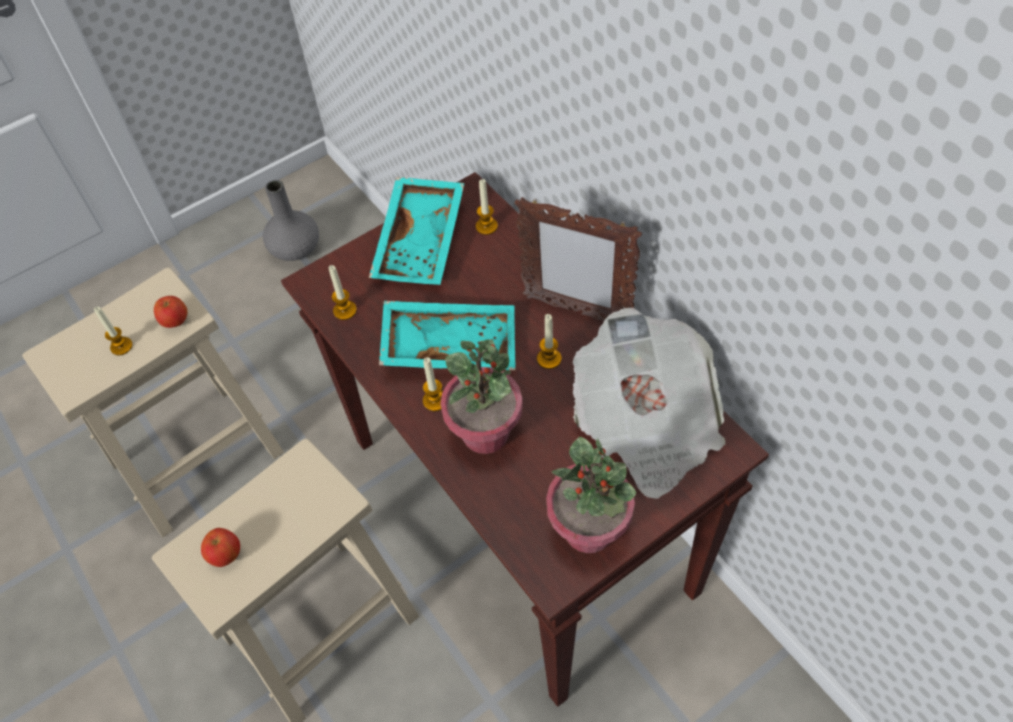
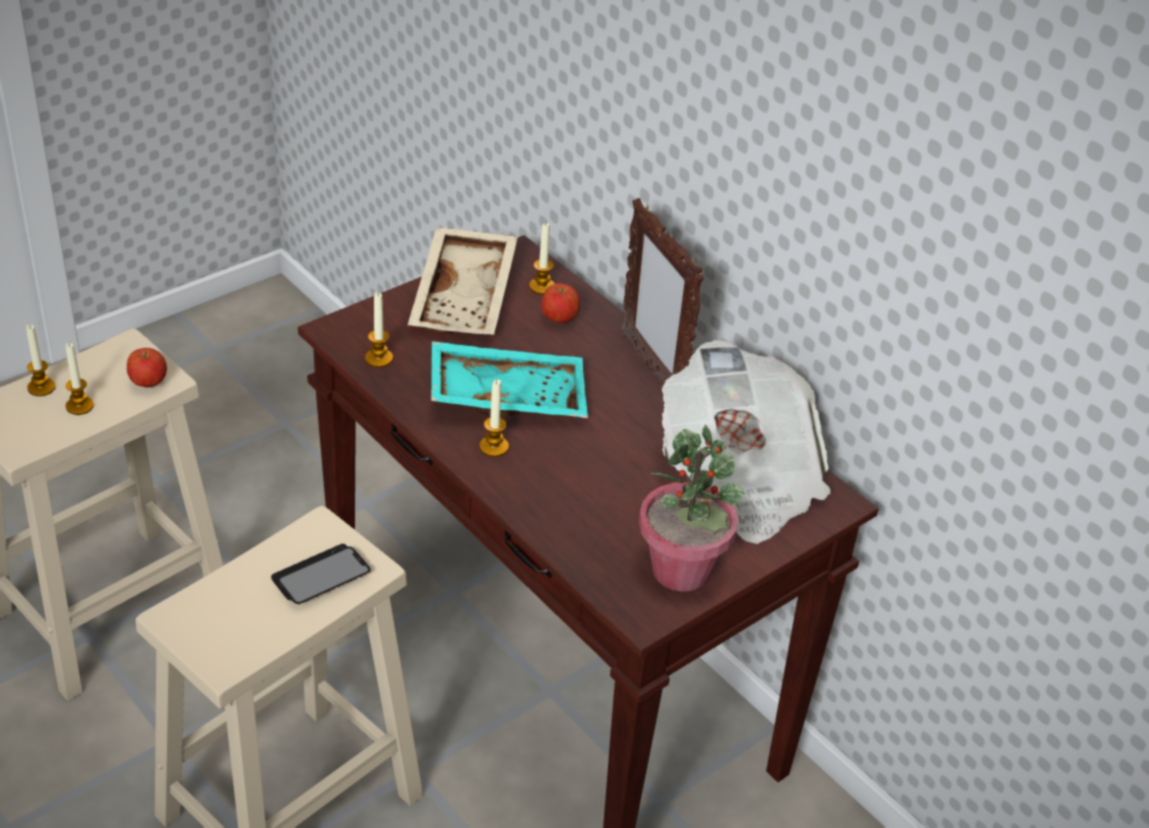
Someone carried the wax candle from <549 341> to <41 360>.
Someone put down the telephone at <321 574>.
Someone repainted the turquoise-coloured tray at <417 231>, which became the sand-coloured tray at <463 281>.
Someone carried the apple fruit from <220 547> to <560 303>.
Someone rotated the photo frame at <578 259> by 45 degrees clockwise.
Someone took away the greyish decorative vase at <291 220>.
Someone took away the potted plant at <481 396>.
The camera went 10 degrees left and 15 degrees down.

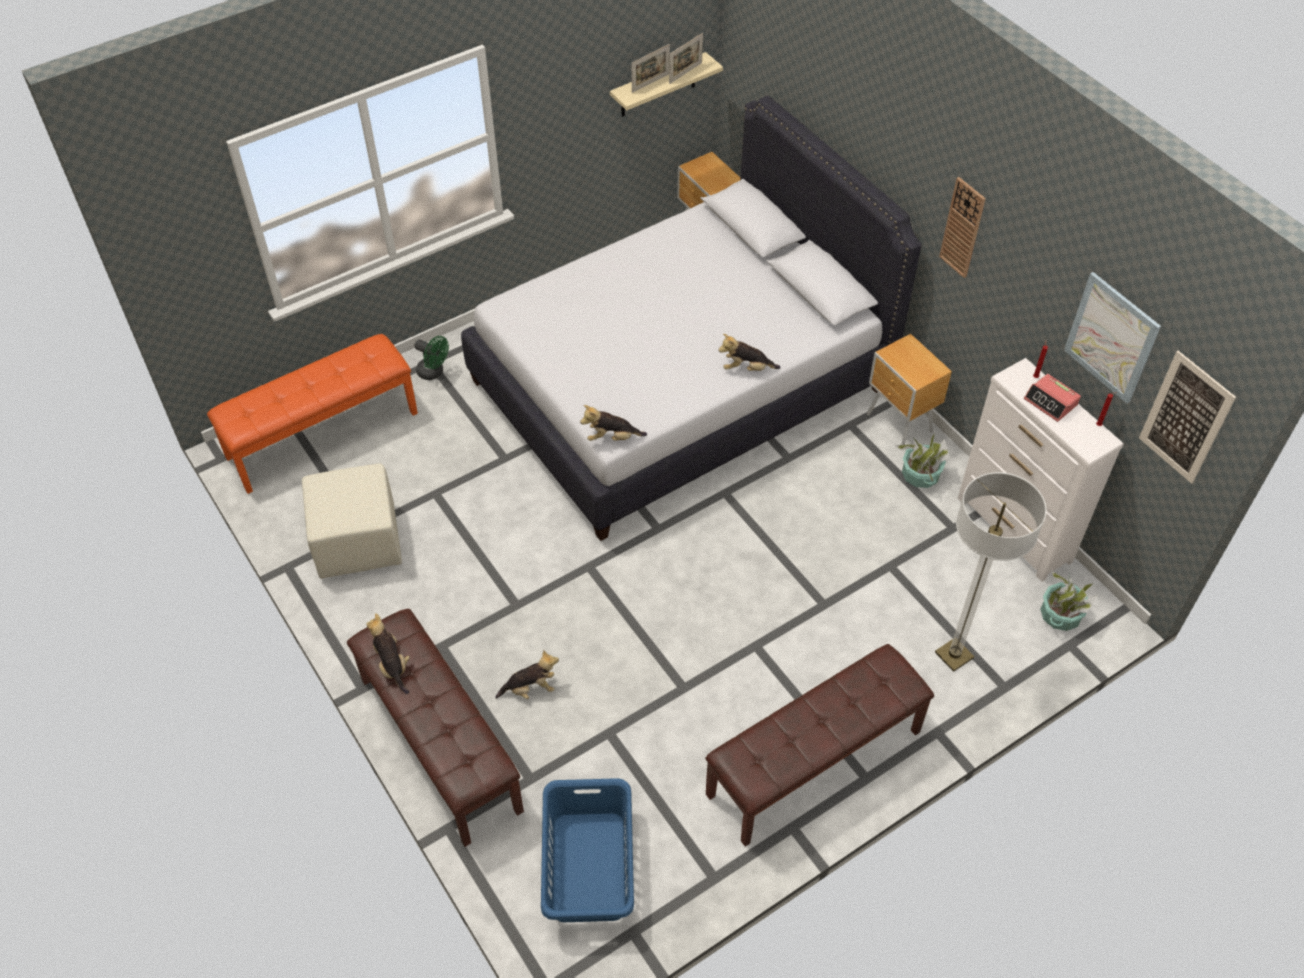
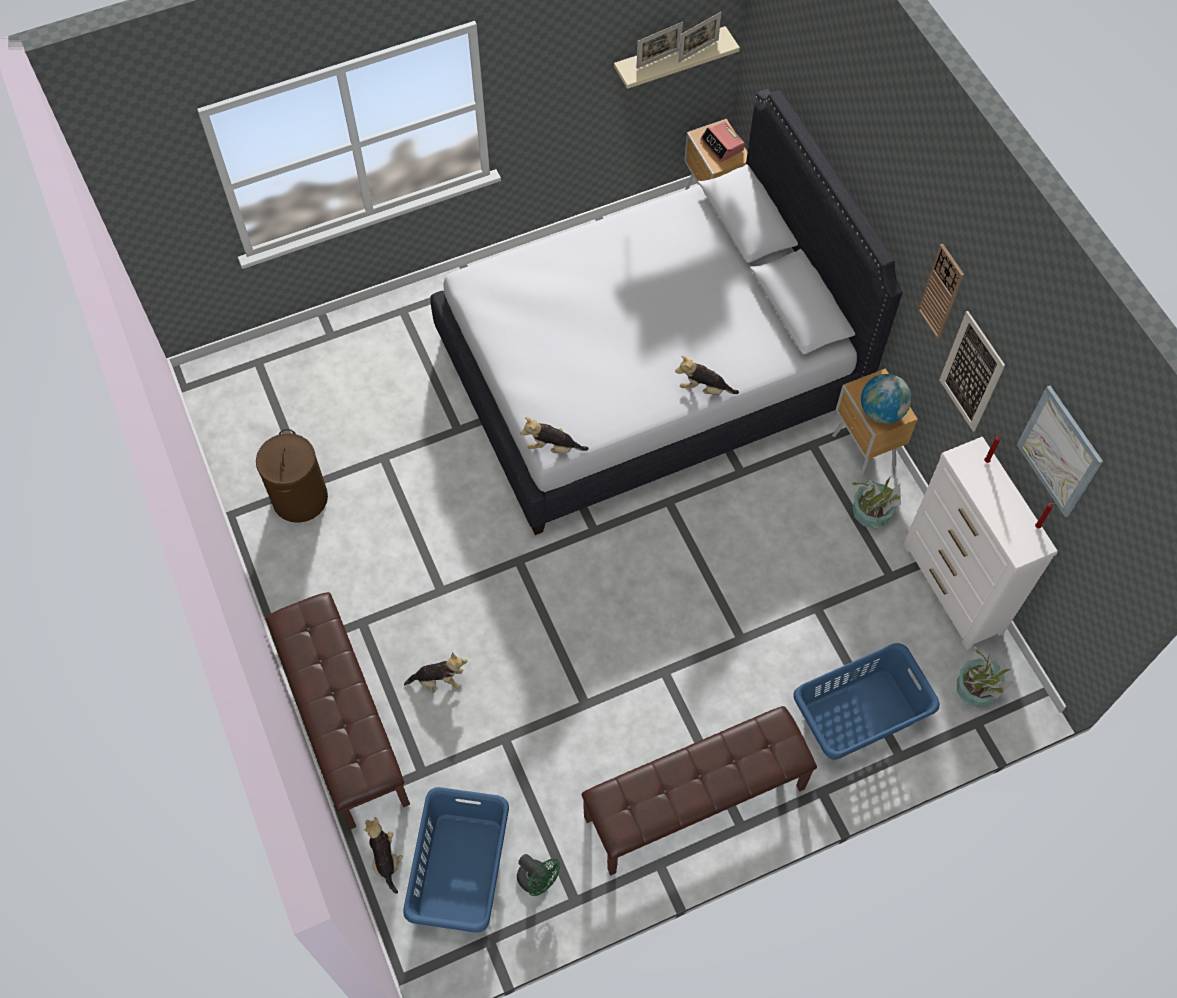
Someone swapped the sand-coloured ottoman at <352 521> for the brown-coloured laundry basket at <292 476>.
Someone carried the cuddly toy from <388 653> to <383 855>.
Someone carried the green-coloured cooling fan from <432 358> to <538 875>.
Someone carried the bedside clock from <1052 398> to <722 141>.
Someone swapped the standard lamp at <991 572> for the bluish laundry basket at <866 701>.
Someone put down the desk globe at <886 399>.
Someone carried the wall art from <1187 417> to <972 371>.
Someone took away the orangey long seat at <312 414>.
The camera went 10 degrees right and 10 degrees up.

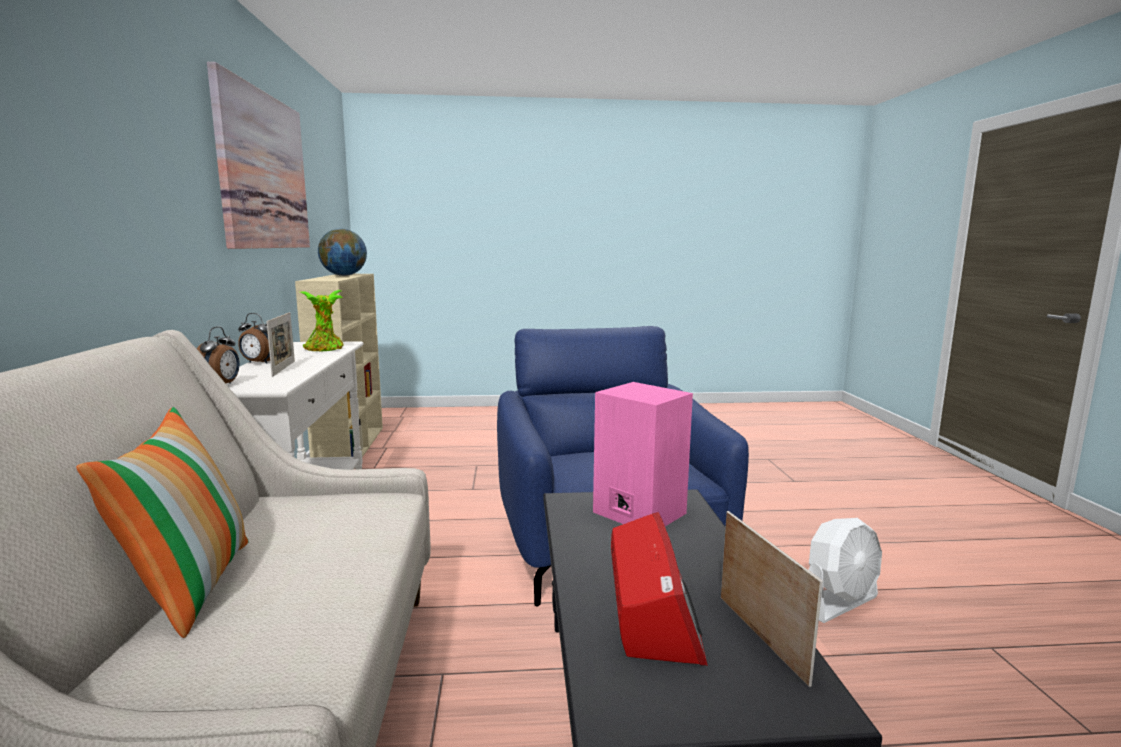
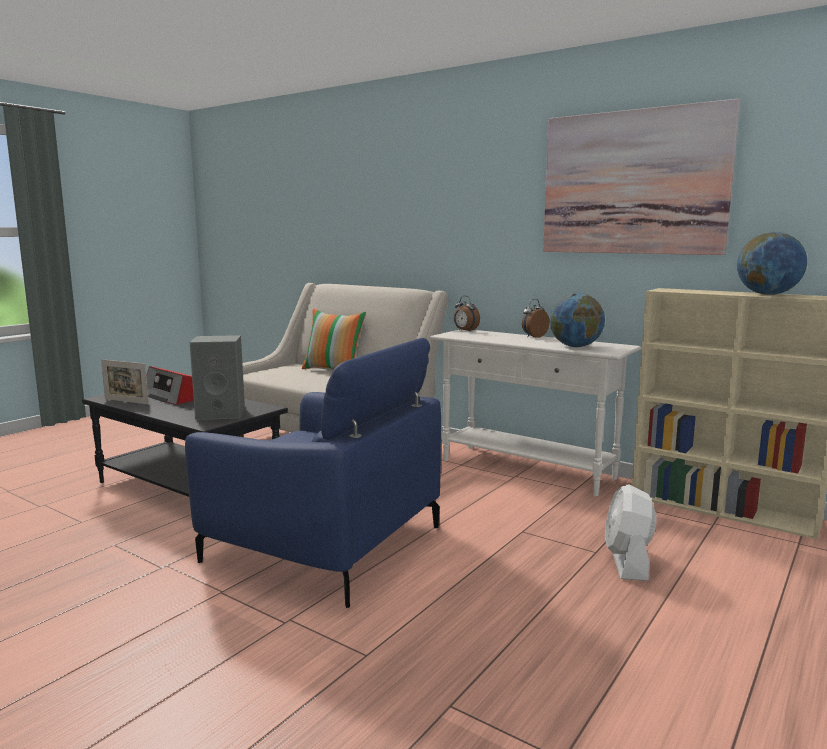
Someone repainted the pink speaker at <643 454>, which became the greyish speaker at <217 377>.
Someone swapped the potted plant at <321 320> for the desk globe at <577 320>.
Someone carried the white-coloured cooling fan from <845 570> to <630 532>.
Someone took away the photo frame at <280 344>.
The camera went 130 degrees right and 0 degrees up.

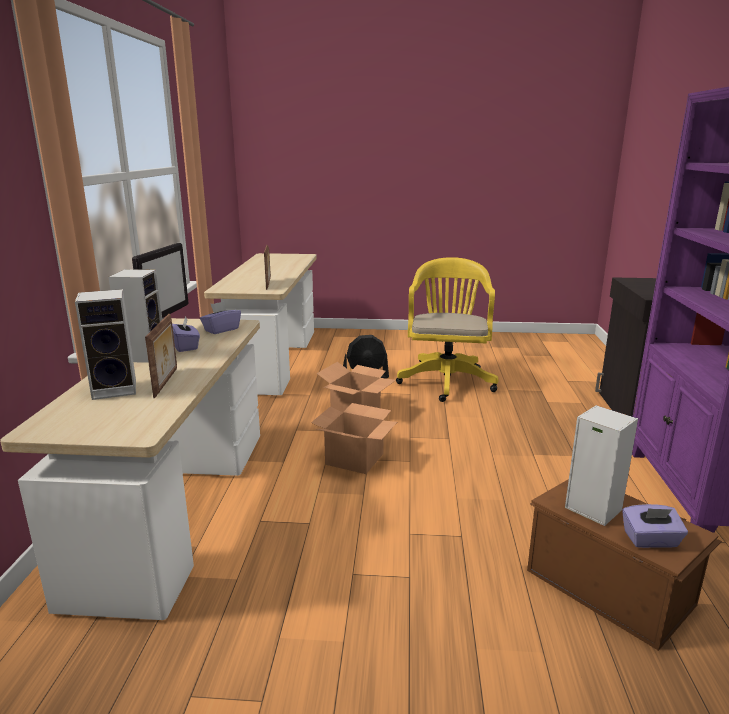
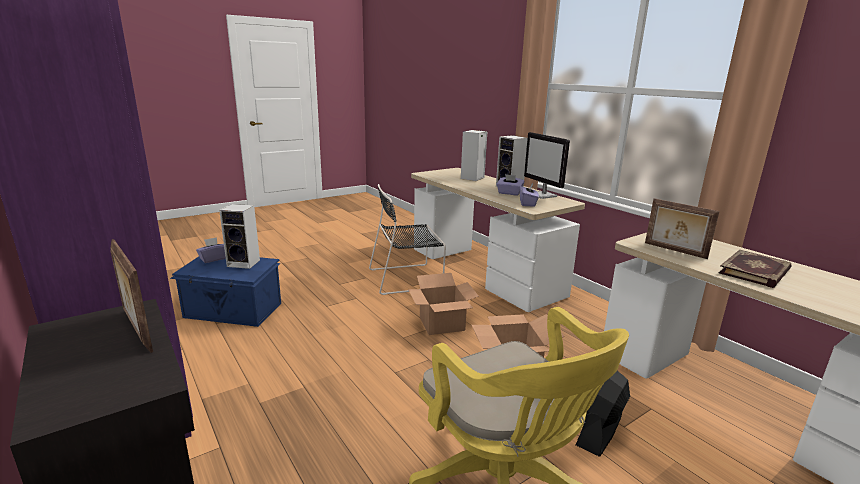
Someone carried the photo frame from <161 356> to <131 296>.
Someone repainted the brown-coloured storage container at <624 565>, which became the bluish storage container at <225 292>.
Someone put down the blackish chair at <407 239>.
Someone put down the bound book at <755 269>.
The camera went 140 degrees right and 0 degrees up.

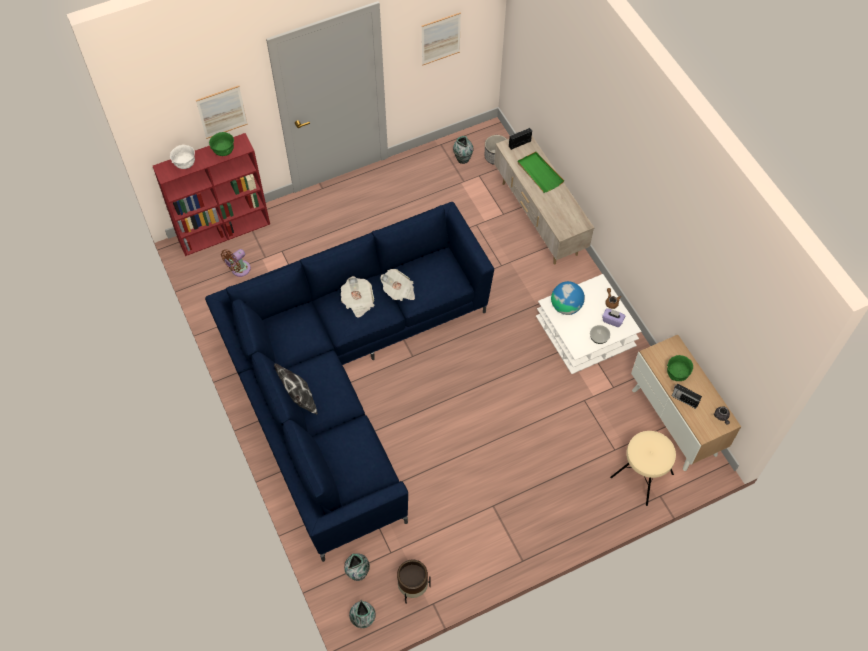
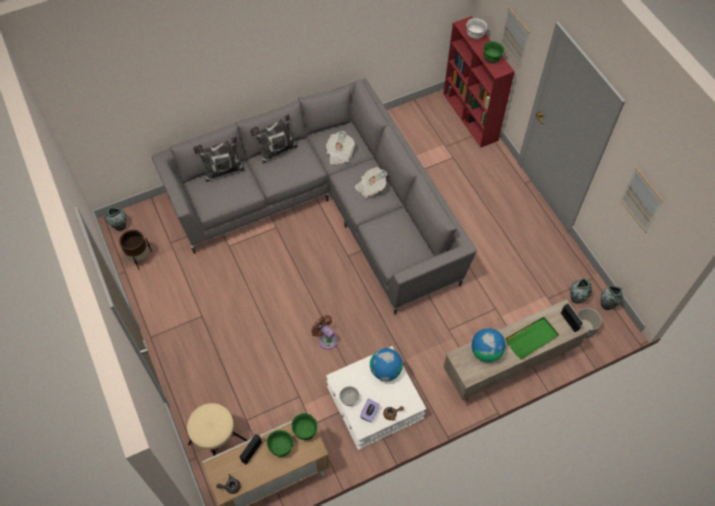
Someone repainted the bluish couch at <349 382>, which became the greyish couch at <314 197>.
Someone put down the cushion at <219 159>.
Someone put down the green-coloured bowl at <304 426>.
Someone carried the brown-coloured cooling fan from <236 263> to <324 332>.
Someone carried the printed paper from <398 285> to <340 148>.
Someone put down the desk globe at <488 345>.
Someone carried the decorative vase from <357 567> to <612 297>.
The camera went 90 degrees right and 0 degrees up.

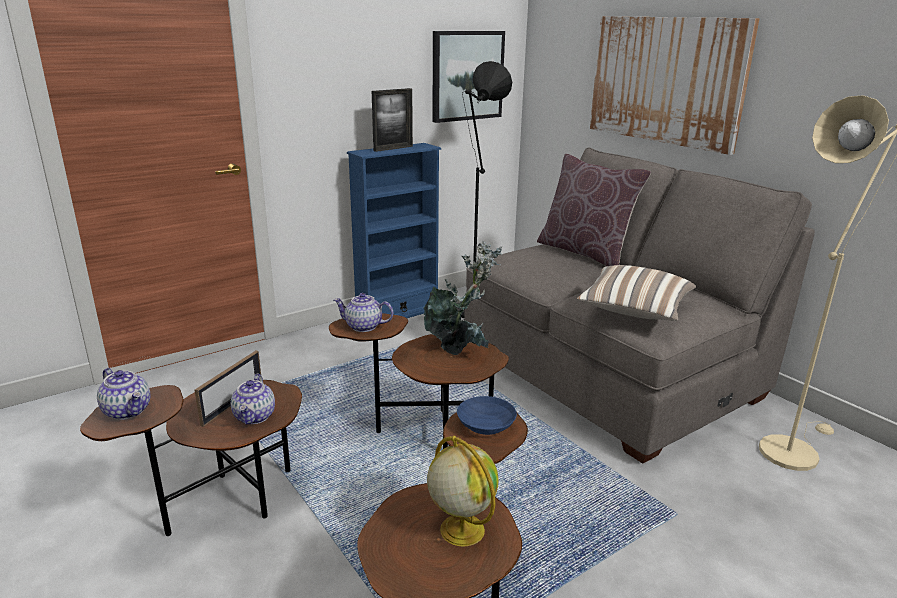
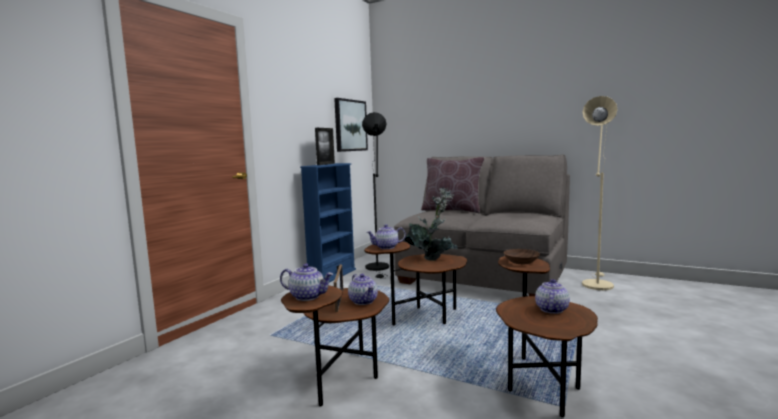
Someone repainted the bluish bowl at <487 415>, which became the brown-coloured bowl at <521 256>.
Someone swapped the desk globe at <463 491> for the pot for tea at <552 296>.
Someone took away the cushion at <636 293>.
Someone took away the wall art at <675 85>.
The camera went 25 degrees left and 15 degrees down.

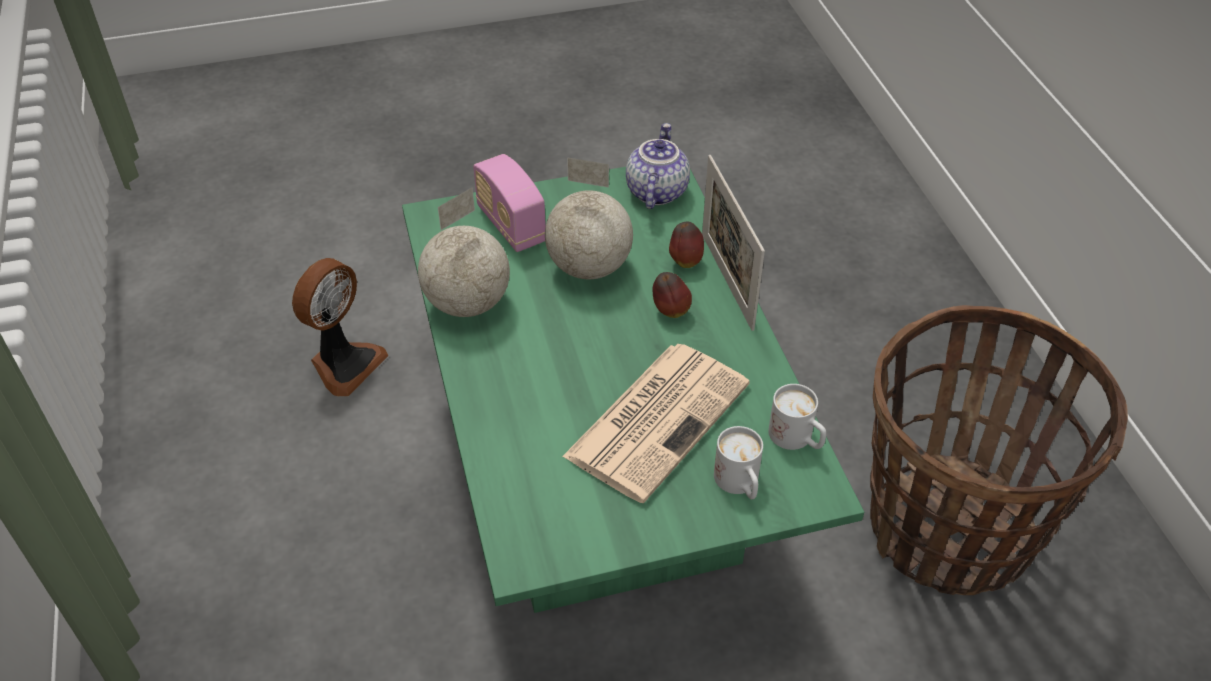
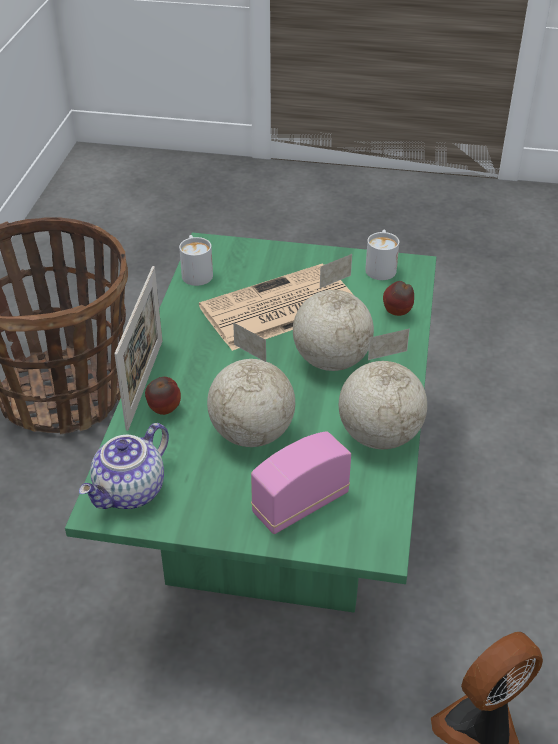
Someone rotated the radio receiver at <509 203> by 120 degrees counterclockwise.
Someone put down the desk globe at <333 312>.
Someone carried the white-coloured coffee mug from <738 462> to <382 255>.
Someone carried the apple fruit from <672 295> to <398 298>.
The camera went 155 degrees left and 5 degrees down.

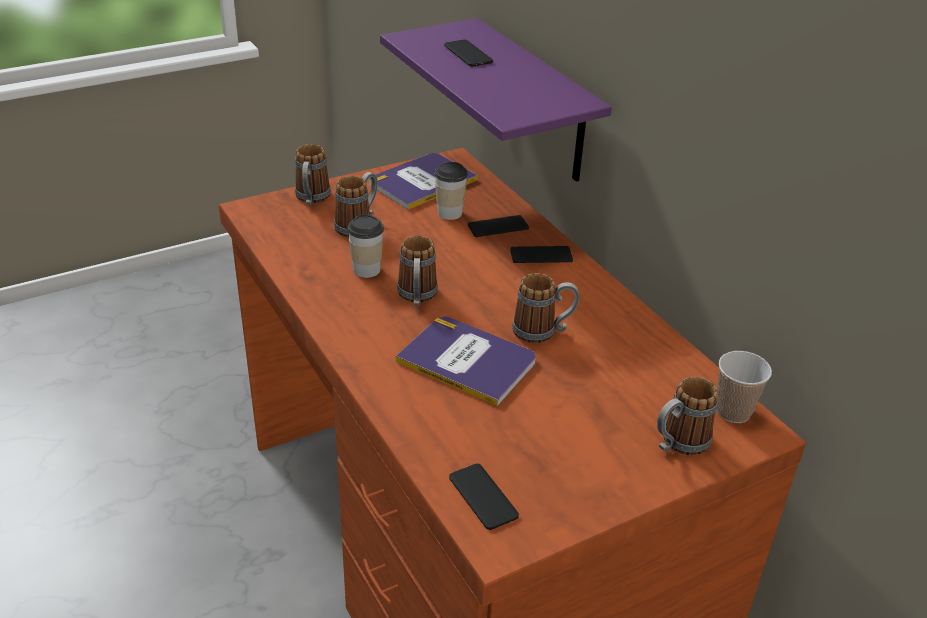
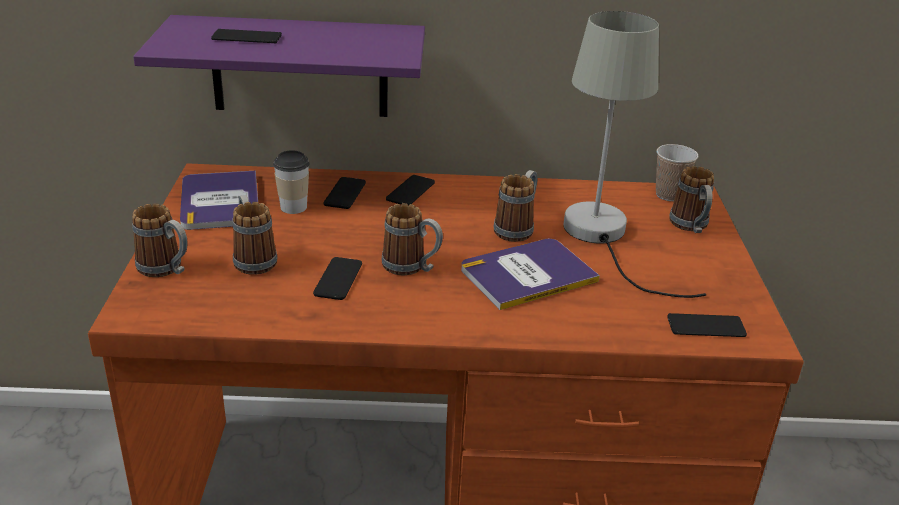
Someone swapped the drinking cup at <365 246> for the telephone at <337 278>.
Someone put down the greyish table lamp at <634 154>.
The camera went 60 degrees left and 5 degrees down.

